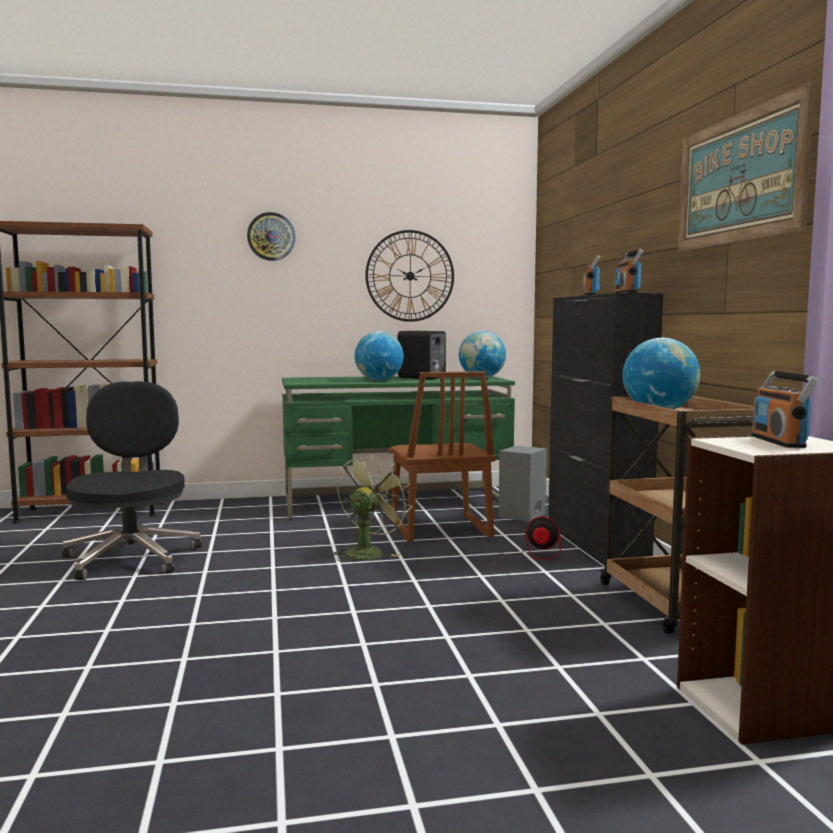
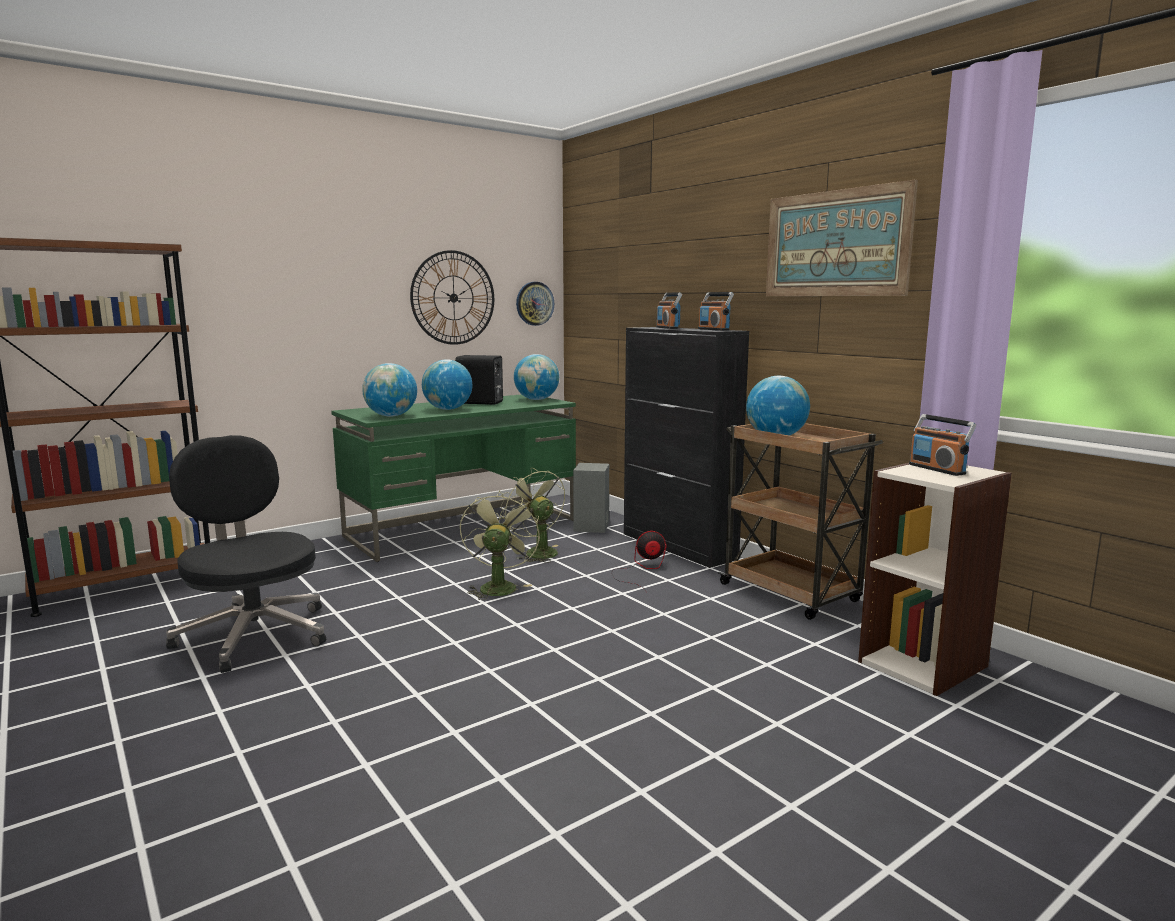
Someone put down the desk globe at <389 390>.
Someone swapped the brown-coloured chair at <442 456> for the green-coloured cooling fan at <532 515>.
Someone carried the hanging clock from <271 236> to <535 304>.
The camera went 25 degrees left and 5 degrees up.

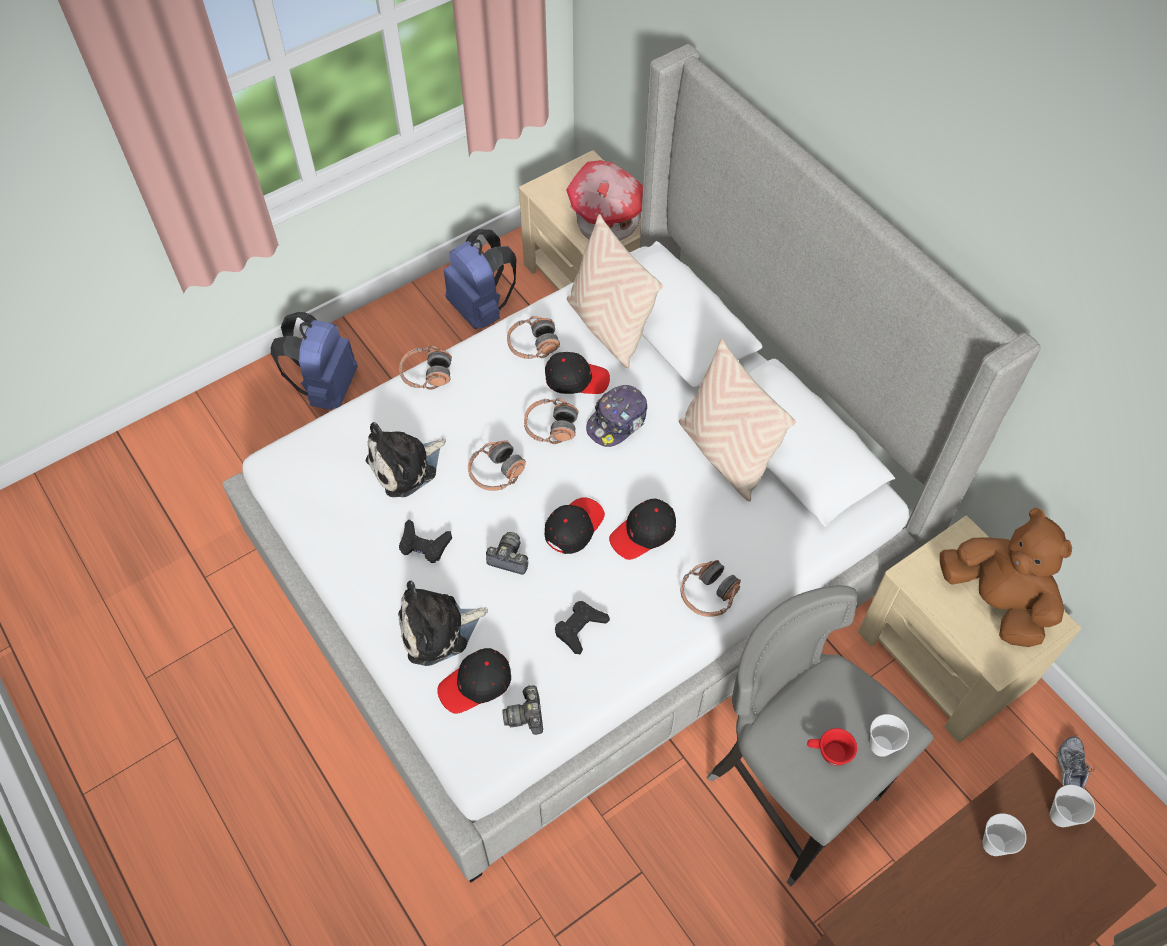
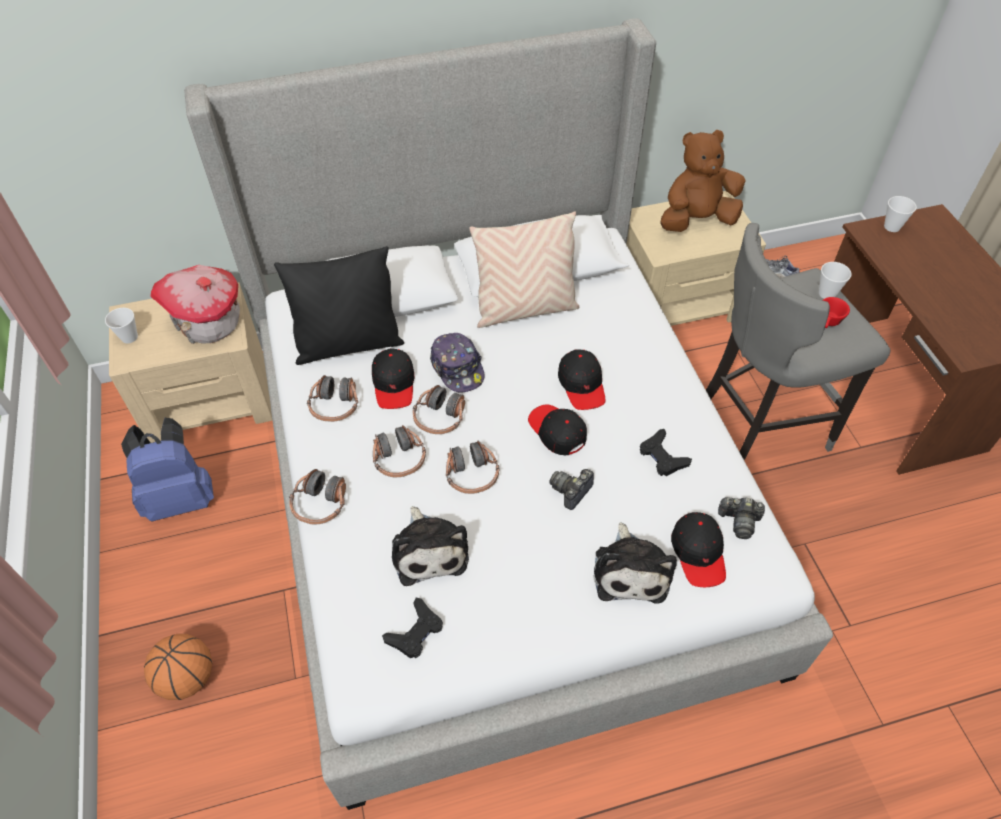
Someone carried the drinking cup from <1004 834> to <121 325>.
Someone swapped the bluish knapsack at <314 361> for the basketball ball at <178 667>.
Someone repainted the sand-coloured cushion at <615 291>, which became the blackish cushion at <339 305>.
Someone rotated the blackish baseball cap at <577 373> by 150 degrees clockwise.
Someone carried the headset from <711 588> to <399 451>.
Someone carried the blackish gamepad from <425 541> to <412 628>.
The camera went 70 degrees left and 5 degrees down.

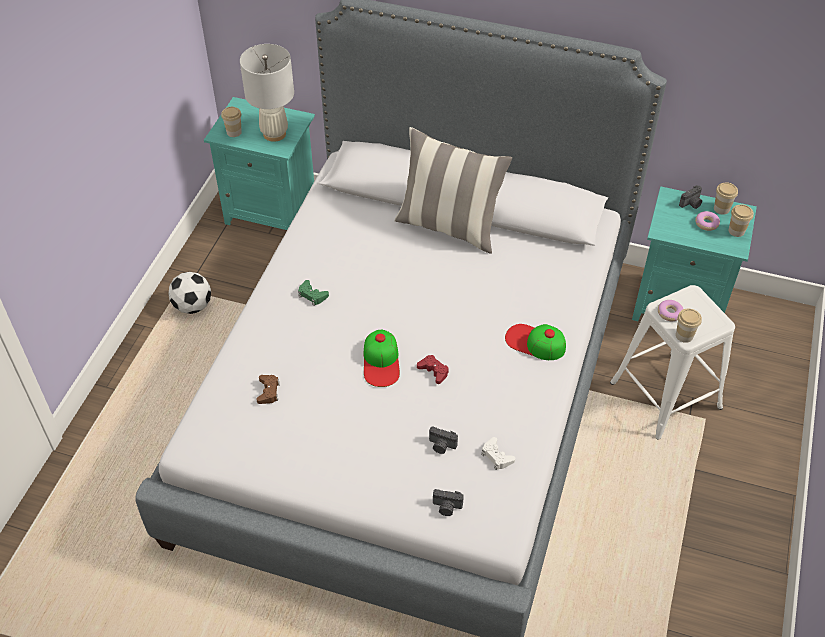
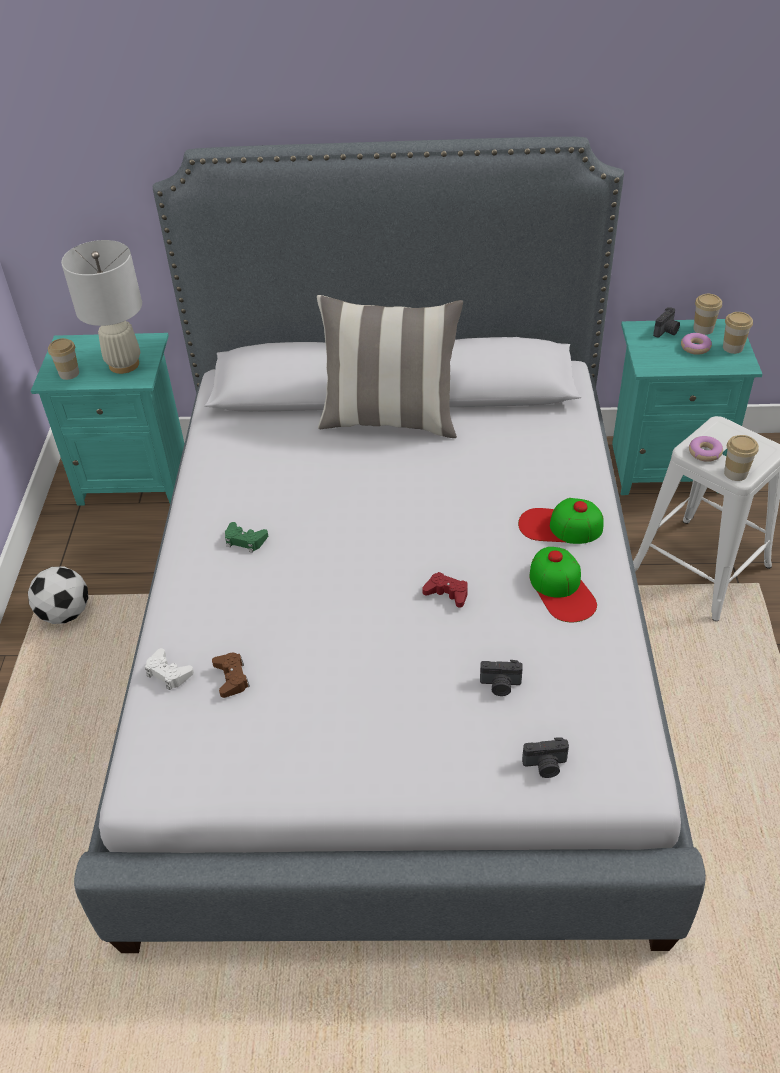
Someone carried the white-coloured gamepad from <498 453> to <169 669>.
Someone carried the baseball cap from <382 358> to <563 584>.
The camera went 15 degrees left and 5 degrees down.

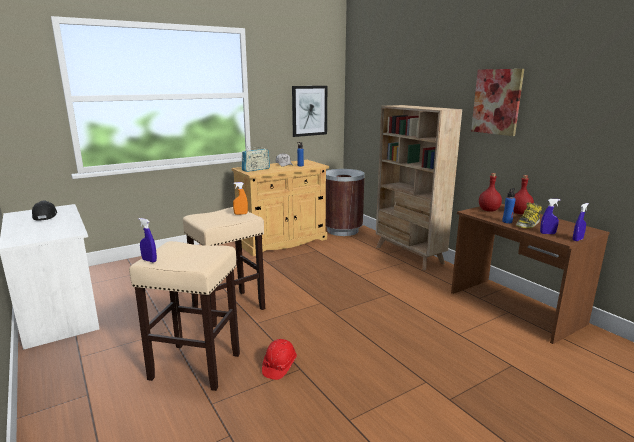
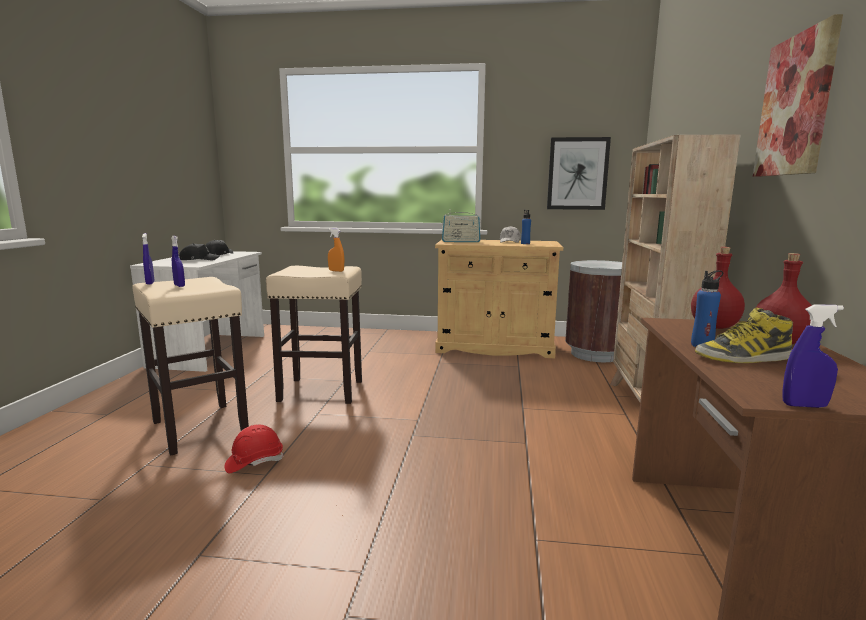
Someone carried the bluish spray bottle from <550 216> to <178 261>.
Someone put down the blackish baseball cap at <199 252>.
The camera went 40 degrees right and 5 degrees down.

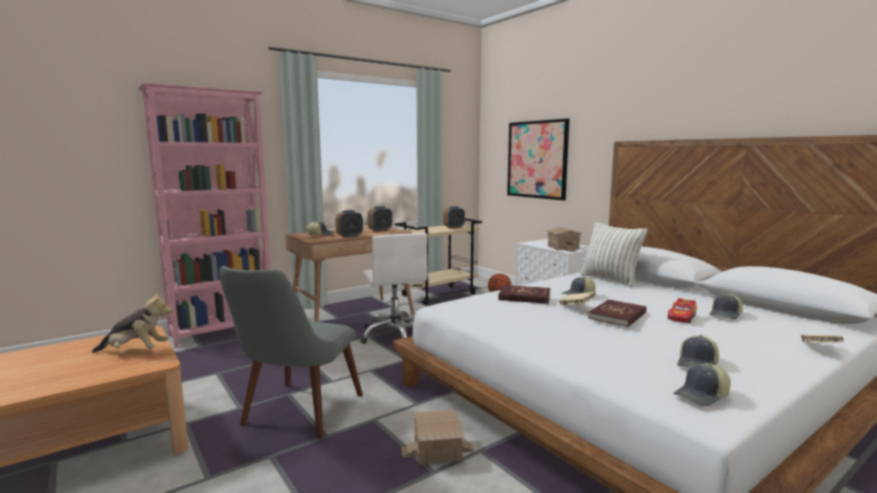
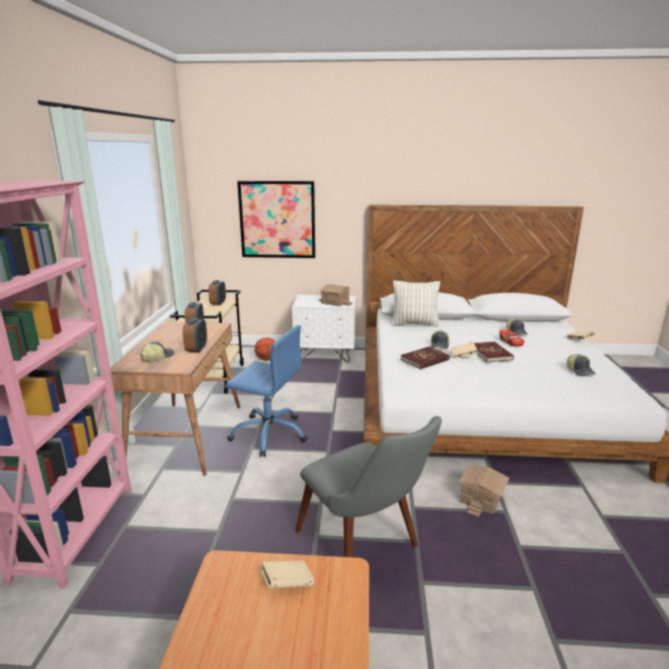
Someone repainted the white-coloured desk chair at <393 288>, which became the bluish desk chair at <266 391>.
Someone swapped the cuddly toy at <132 322> for the sand-coloured bound book at <287 574>.
Someone took away the baseball cap at <702 384>.
The camera went 50 degrees left and 10 degrees up.

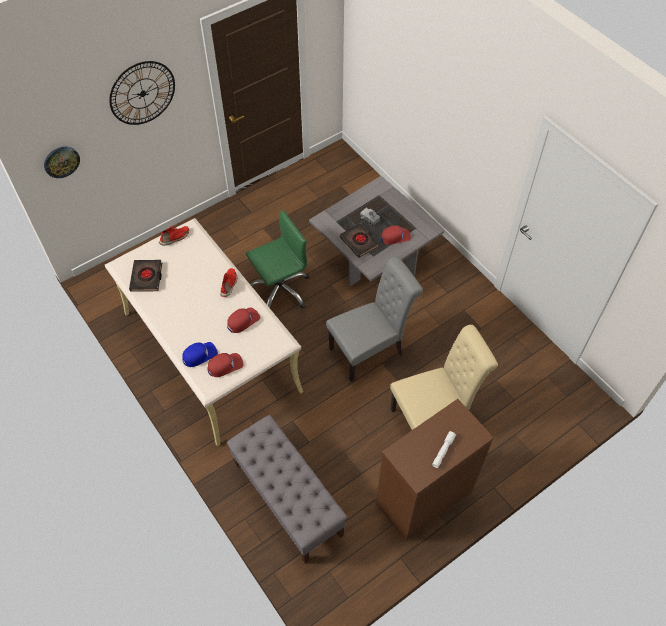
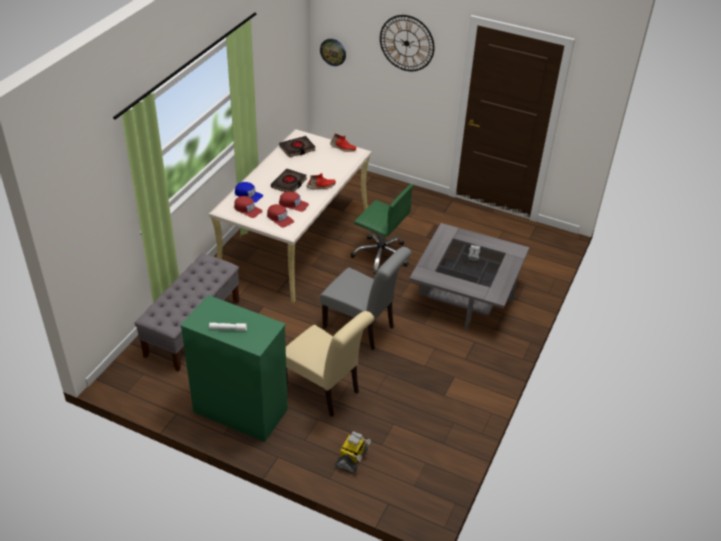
Someone repainted the brown-coloured drawer chest at <435 470>, which became the green-coloured drawer chest at <234 368>.
Someone carried the red-coloured baseball cap from <396 235> to <280 216>.
Someone carried the blackish bound book from <359 240> to <289 180>.
Someone put down the toy robot at <353 452>.
The camera went 60 degrees right and 15 degrees down.

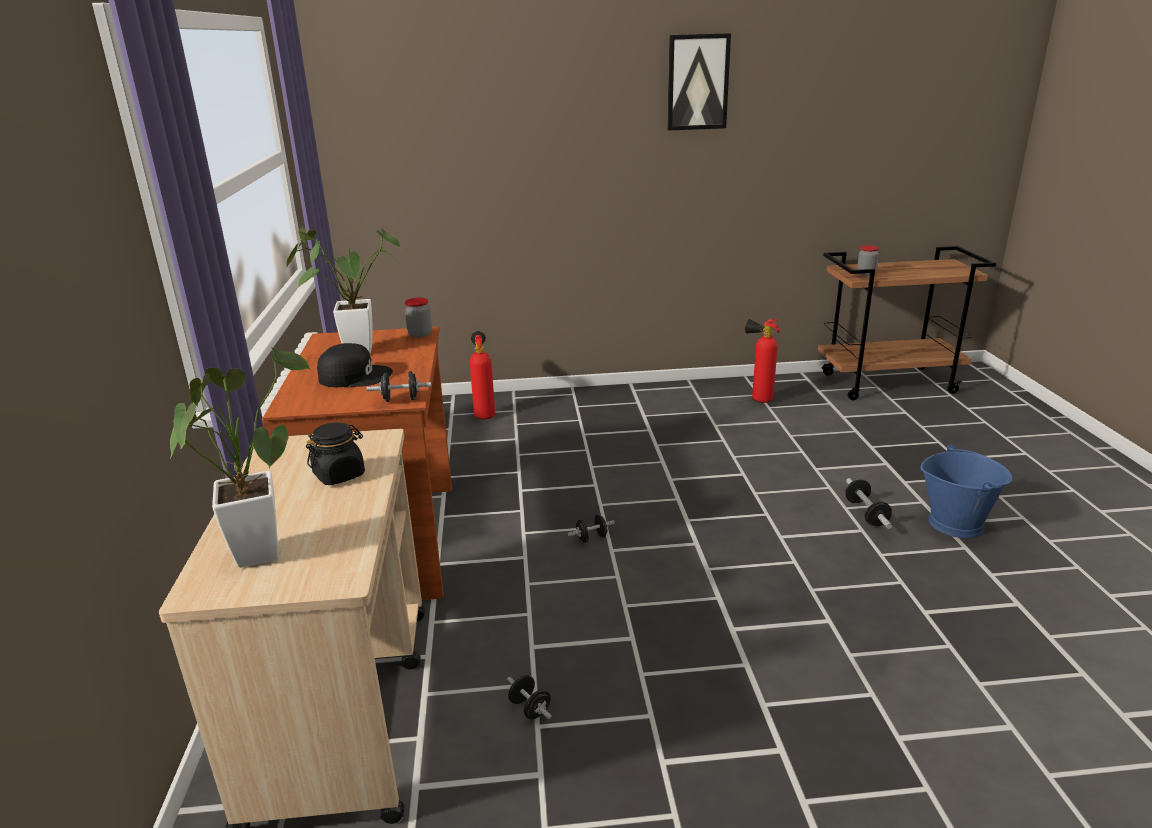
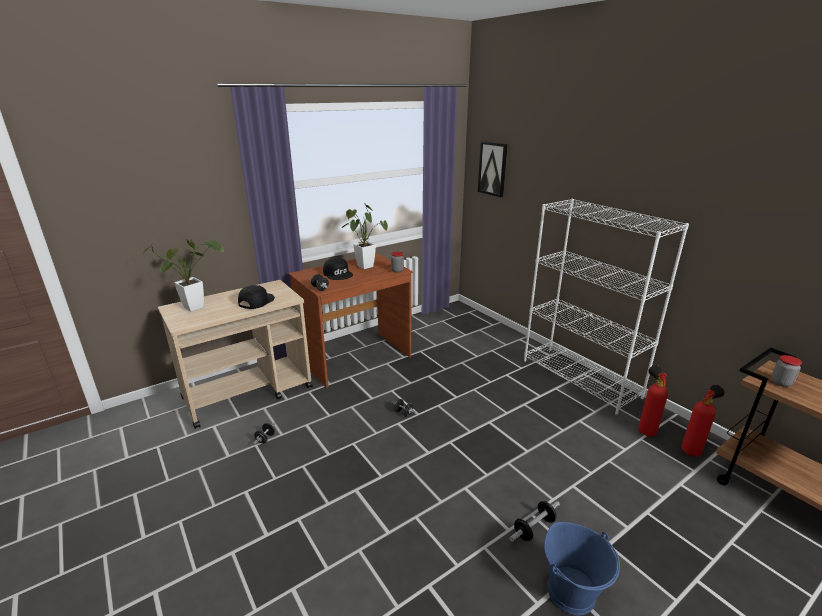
Someone swapped the blackish storage jar at <335 453> for the blackish baseball cap at <256 297>.
Someone carried the wall art from <699 82> to <493 169>.
Someone put down the white-coloured bookshelf at <606 307>.
Someone carried the fire extinguisher from <482 375> to <702 421>.
The camera went 60 degrees right and 0 degrees up.

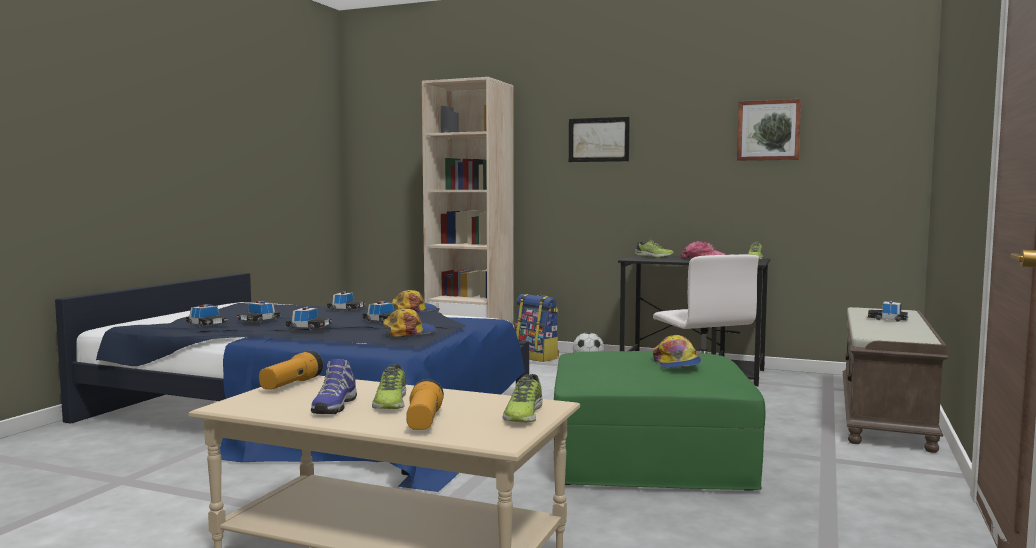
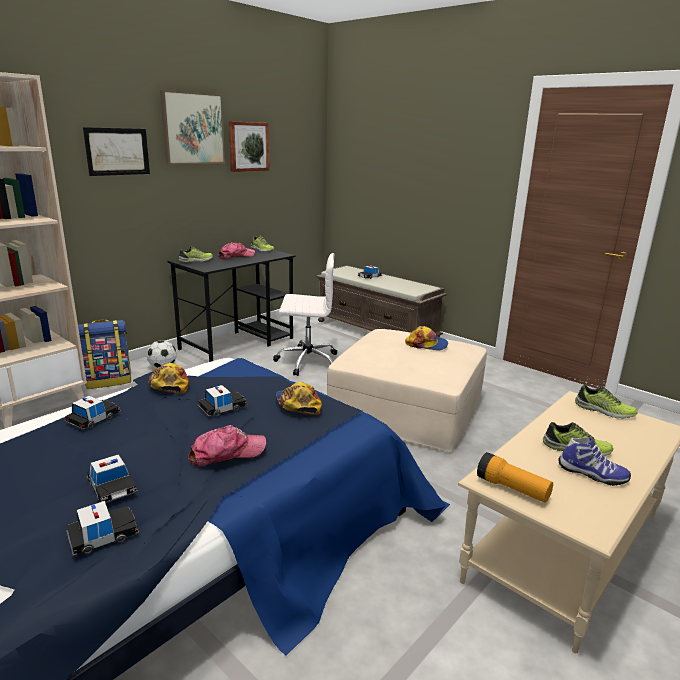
Someone put up the wall art at <192 127>.
Someone swapped the model car at <309 318> for the baseball cap at <227 445>.
Someone repainted the green-coloured ottoman at <659 421>, which became the sand-coloured ottoman at <407 390>.
Someone took away the flashlight at <425 404>.
The camera went 70 degrees left and 15 degrees up.

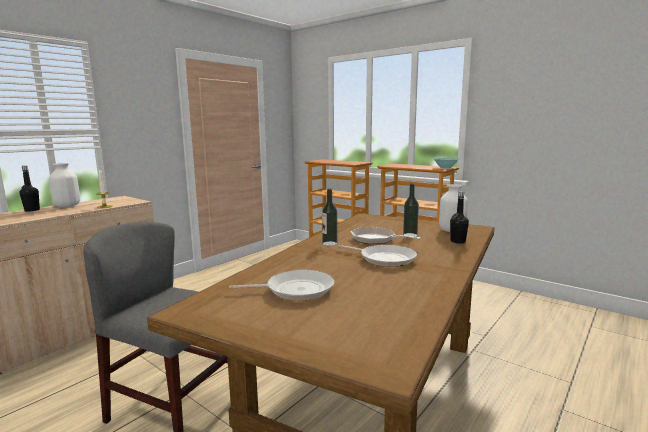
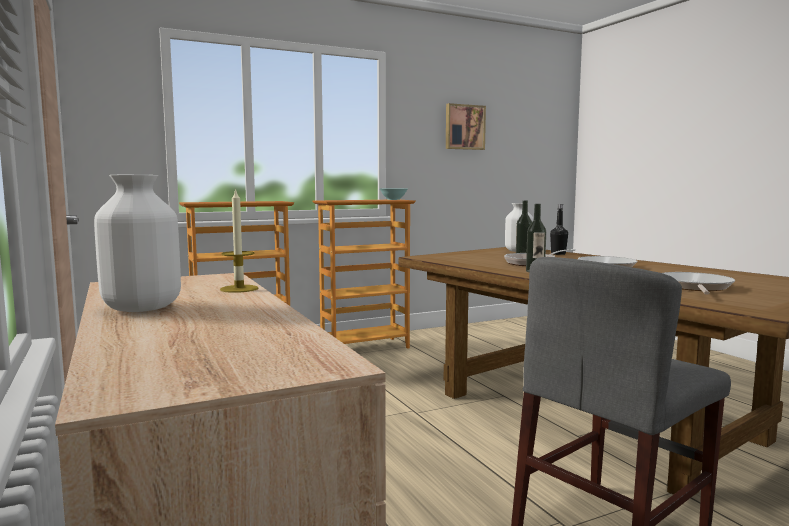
Someone put up the wall art at <466 126>.
Someone took away the blackish bottle at <29 189>.
The camera went 65 degrees left and 5 degrees down.

